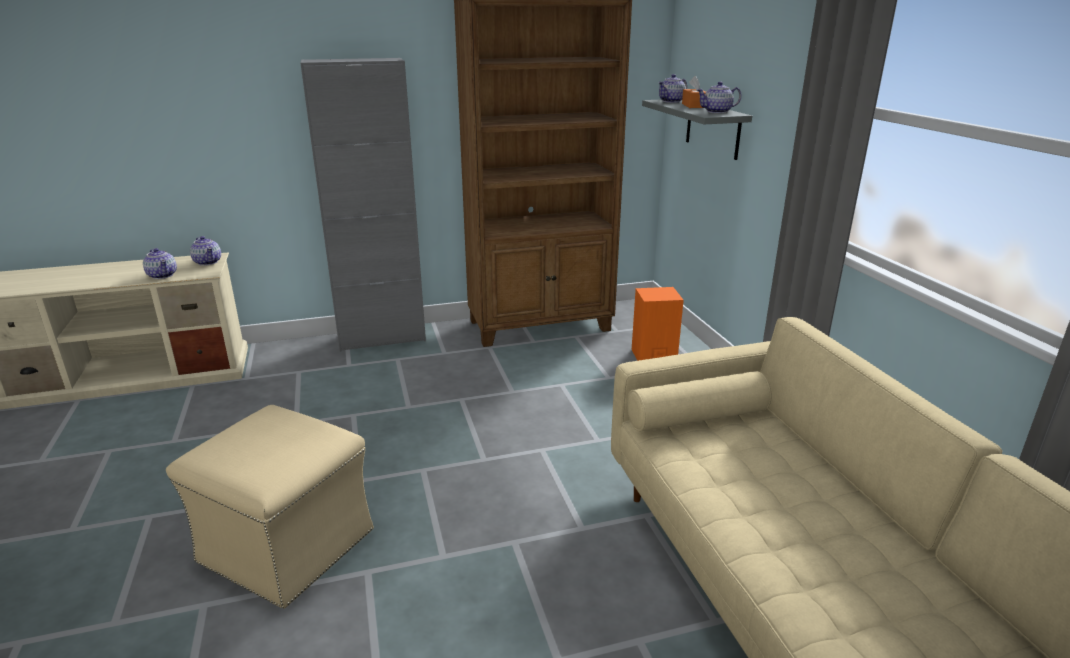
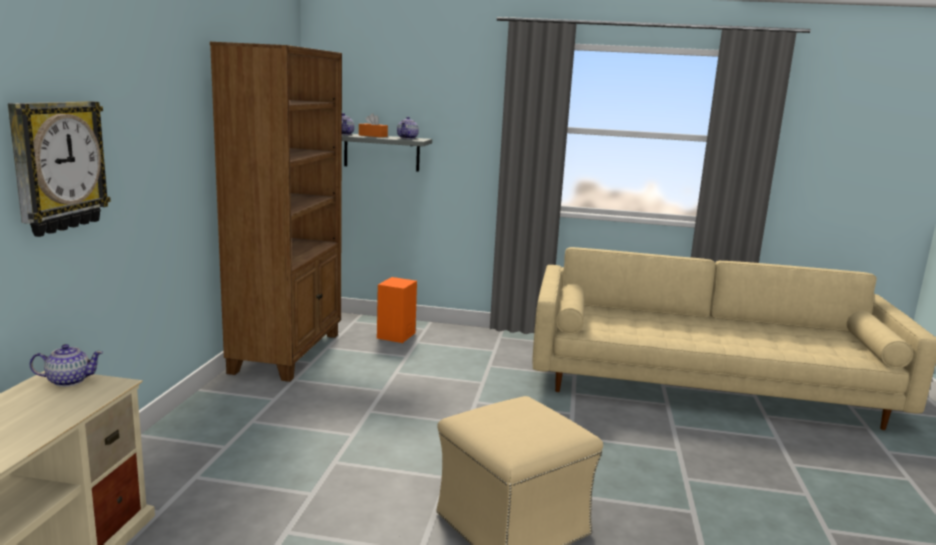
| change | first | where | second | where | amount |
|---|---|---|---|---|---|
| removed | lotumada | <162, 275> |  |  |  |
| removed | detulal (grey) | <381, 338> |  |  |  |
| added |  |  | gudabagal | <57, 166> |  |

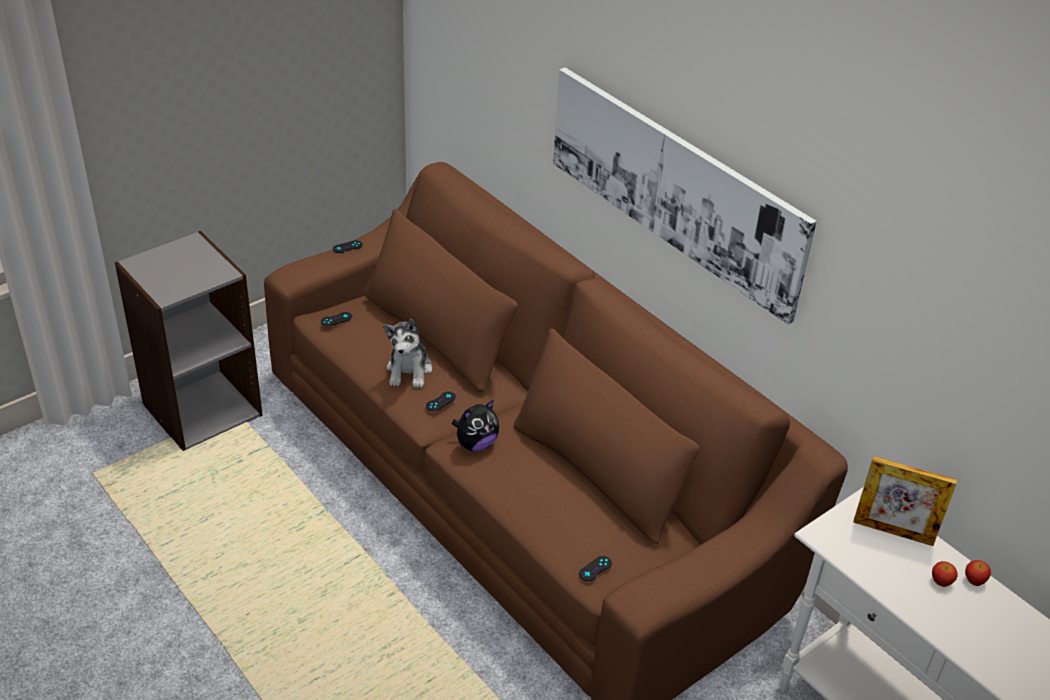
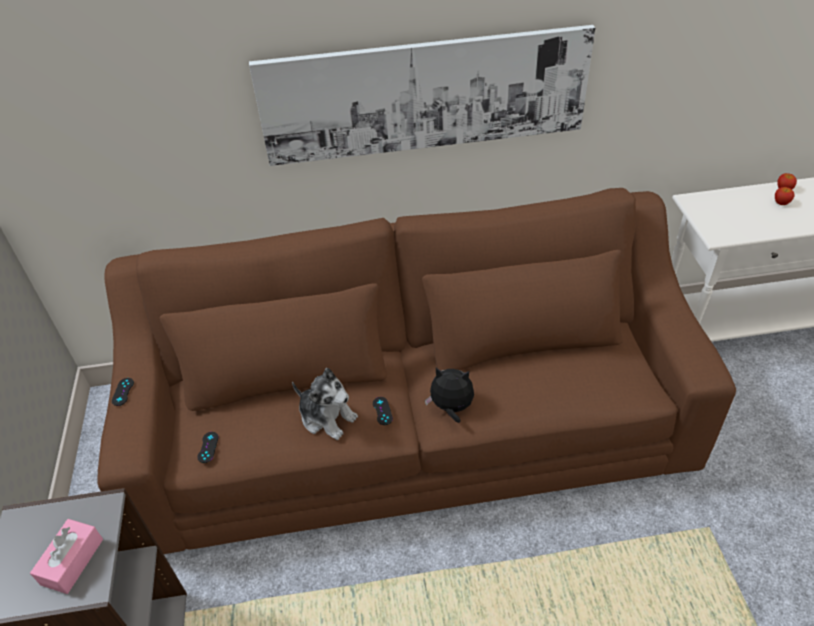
| change | first | where | second | where | amount |
|---|---|---|---|---|---|
| turned | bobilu | <476, 444> |  | <451, 408> | 75 degrees counterclockwise |
| removed | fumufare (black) | <595, 569> |  |  |  |
| removed | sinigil | <893, 532> |  |  |  |
| added |  |  | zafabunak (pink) | <72, 561> |  |

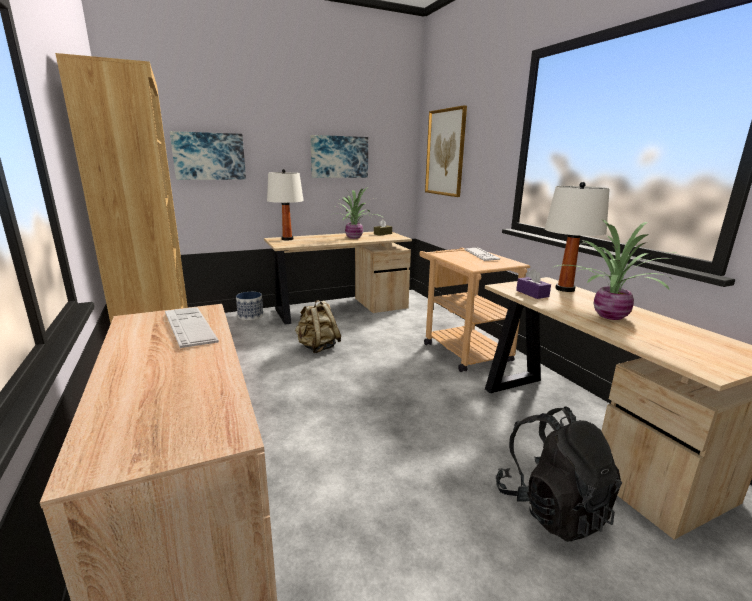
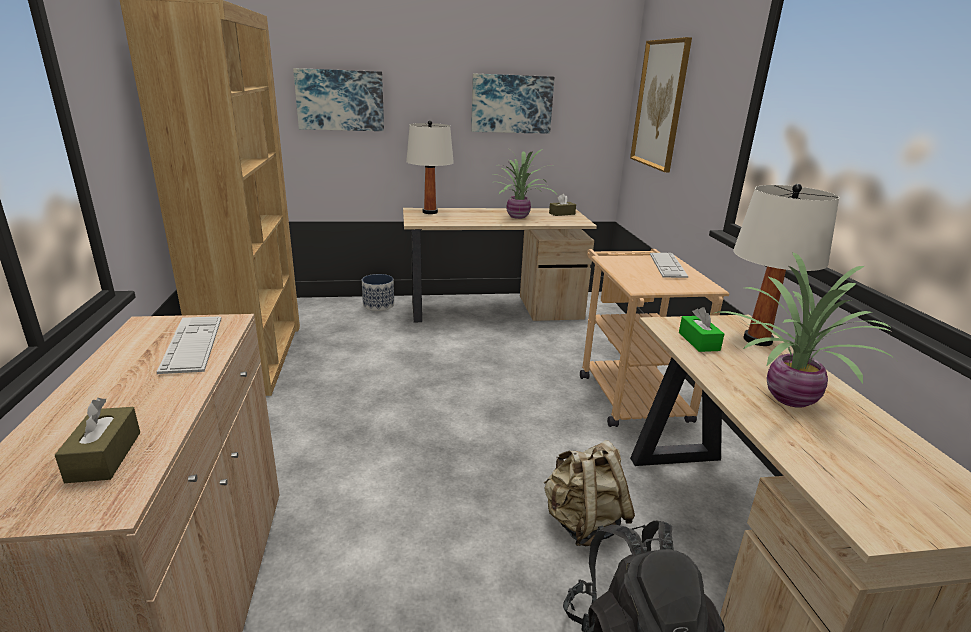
| change | first | where | second | where | amount |
|---|---|---|---|---|---|
| moved | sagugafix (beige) | <317, 347> |  | <583, 523> |  |
| recoloured | zafabunak (purple) | <532, 293> | zafabunak (green) | <698, 341> |  |
| added |  |  | zafabunak (brown) | <104, 456> |  |

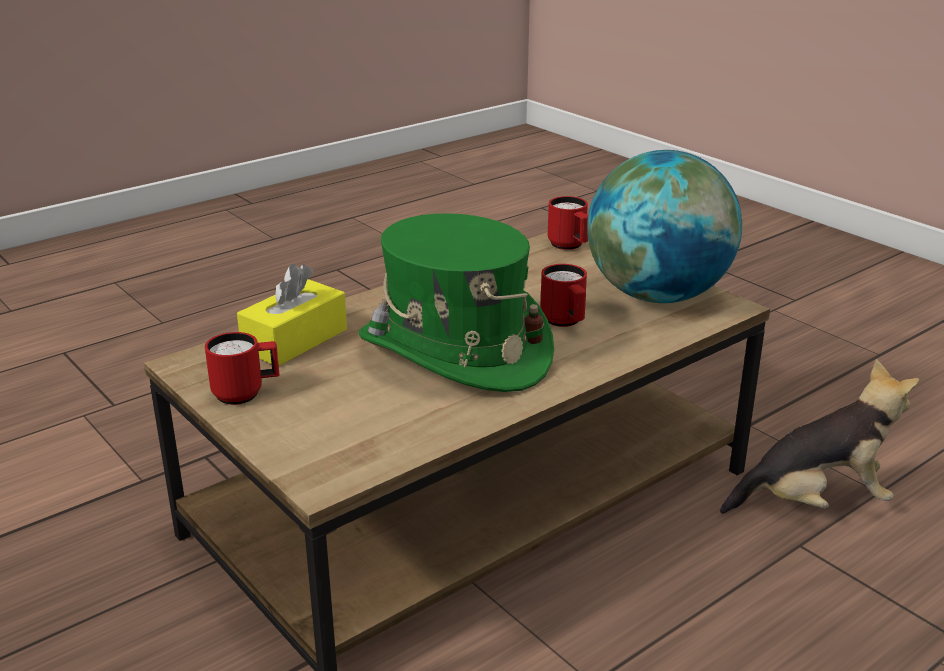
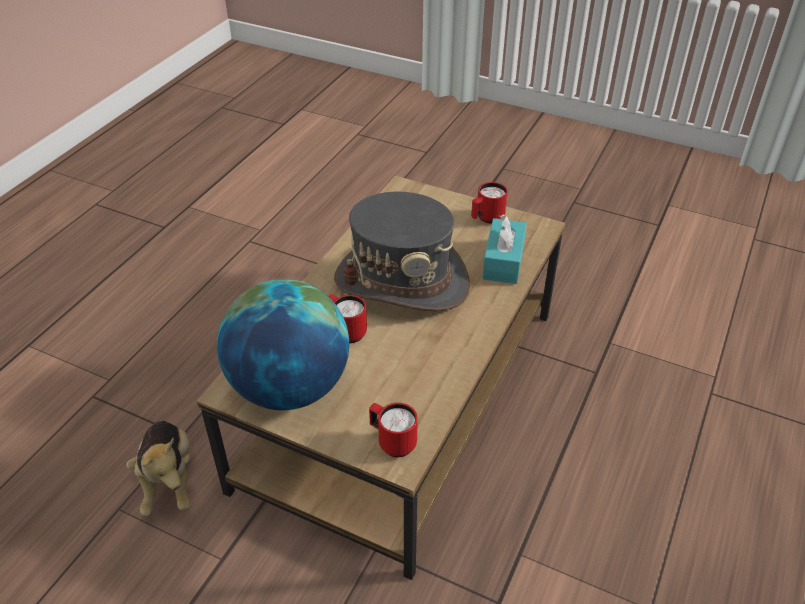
| change | first | where | second | where | amount |
|---|---|---|---|---|---|
| recoloured | zafabunak (yellow) | <295, 340> | zafabunak (turquoise) | <503, 261> |  |
| recoloured | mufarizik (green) | <454, 351> | mufarizik (grey) | <402, 281> |  |
| turned | bobilu | <815, 501> |  | <168, 480> | 75 degrees counterclockwise |

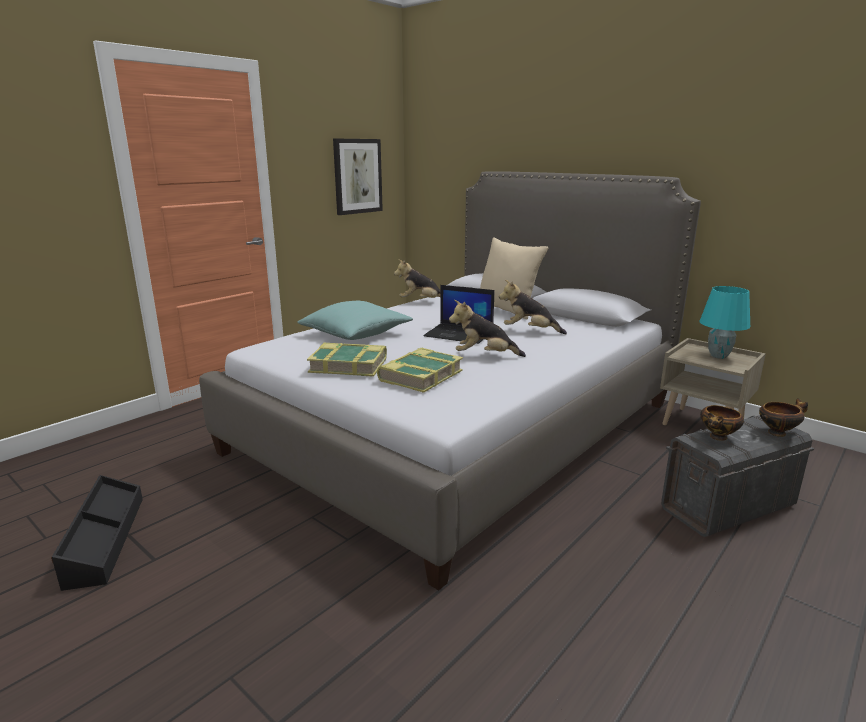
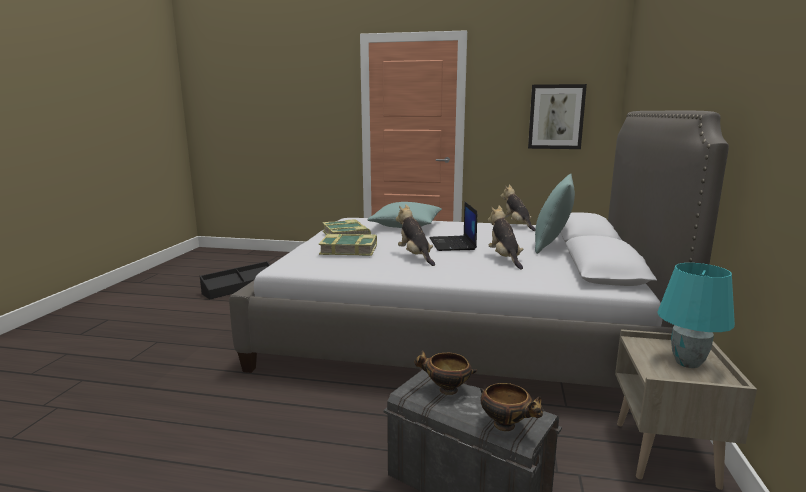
| change | first | where | second | where | amount |
|---|---|---|---|---|---|
| recoloured | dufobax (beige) | <508, 310> | dufobax (turquoise) | <552, 246> |  |

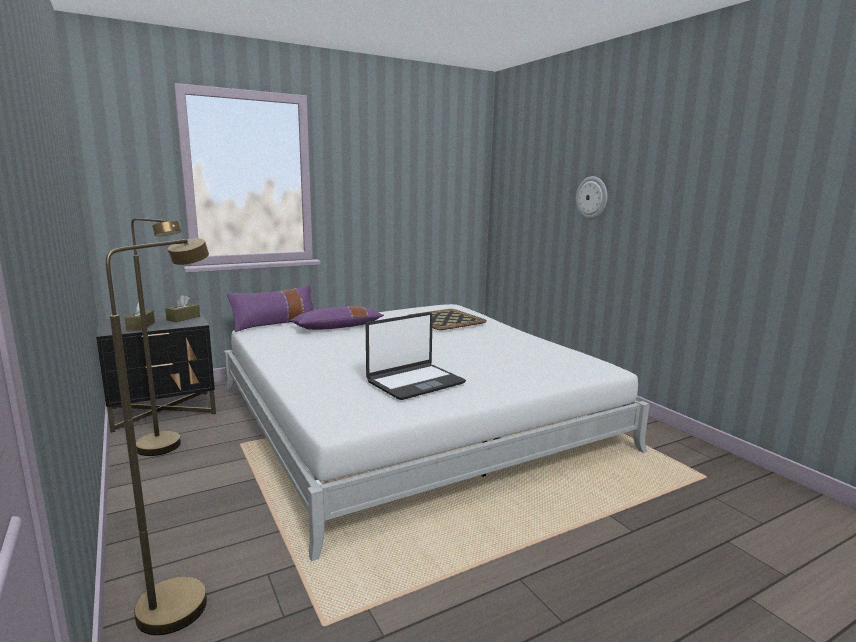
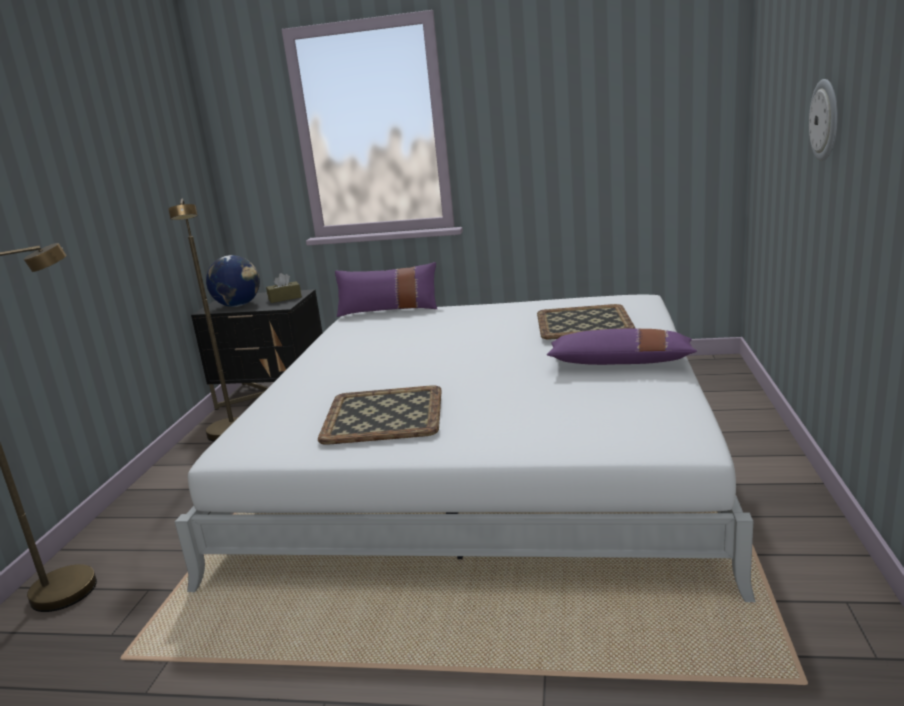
| change | first | where | second | where | amount |
|---|---|---|---|---|---|
| replaced | zafabunak (brown) | <141, 326> | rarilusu | <238, 305> |  |
| moved | dufobax (purple) | <337, 328> |  | <620, 362> |  |
| replaced | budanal | <415, 382> | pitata | <384, 414> |  |

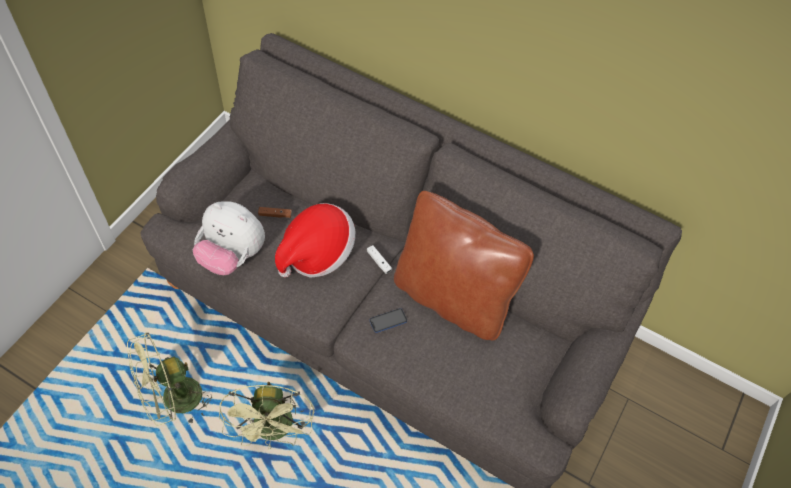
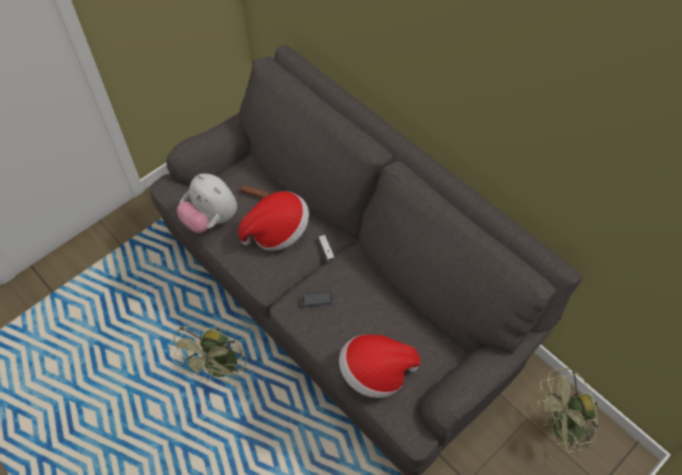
| change | first | where | second | where | amount |
|---|---|---|---|---|---|
| moved | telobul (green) | <174, 401> |  | <560, 428> |  |
| removed | dufobax (brown) | <452, 297> |  |  |  |
| added |  |  | mufarizik | <375, 373> |  |

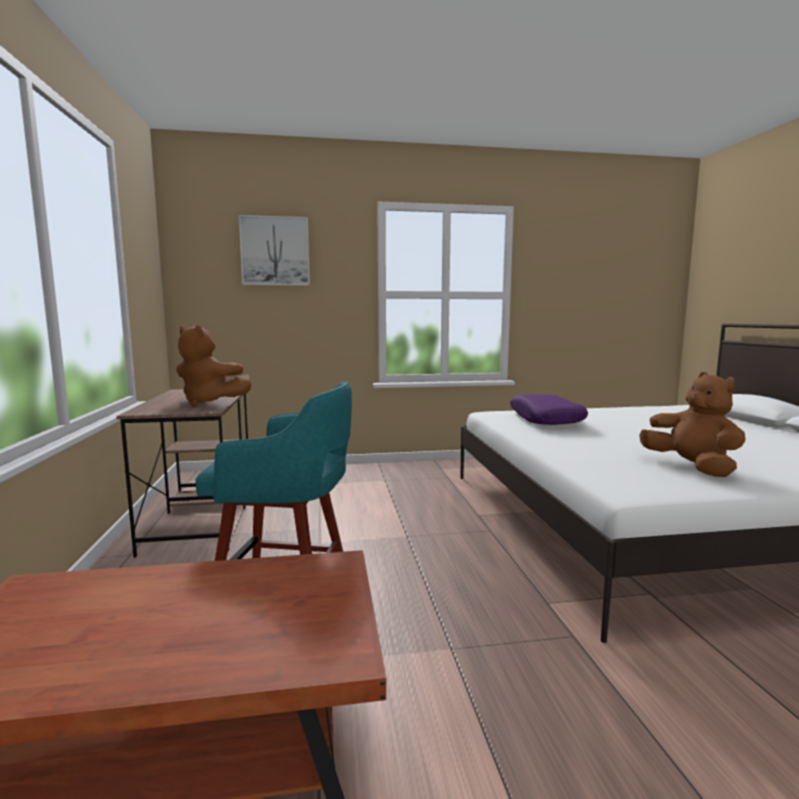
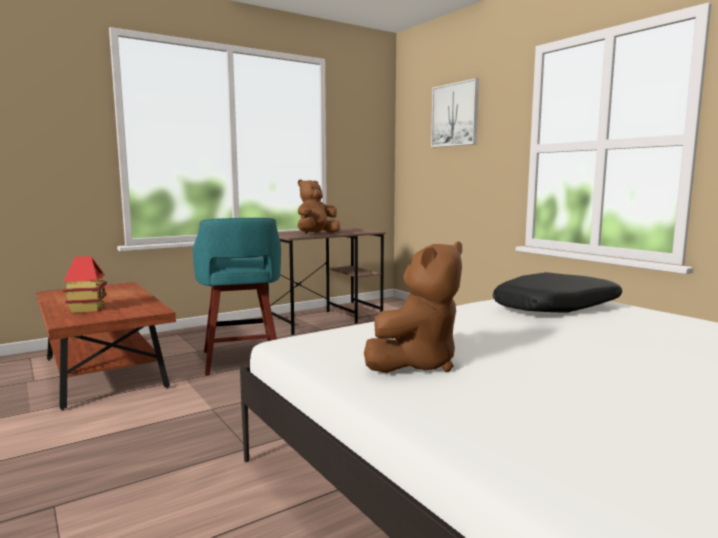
| change | first | where | second | where | amount |
|---|---|---|---|---|---|
| turned | bobilu (brown) | <209, 402> |  | <316, 234> | 45 degrees clockwise |
| recoloured | dufobax (purple) | <546, 419> | dufobax (black) | <557, 308> |  |
| added |  |  | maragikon | <87, 309> |  |

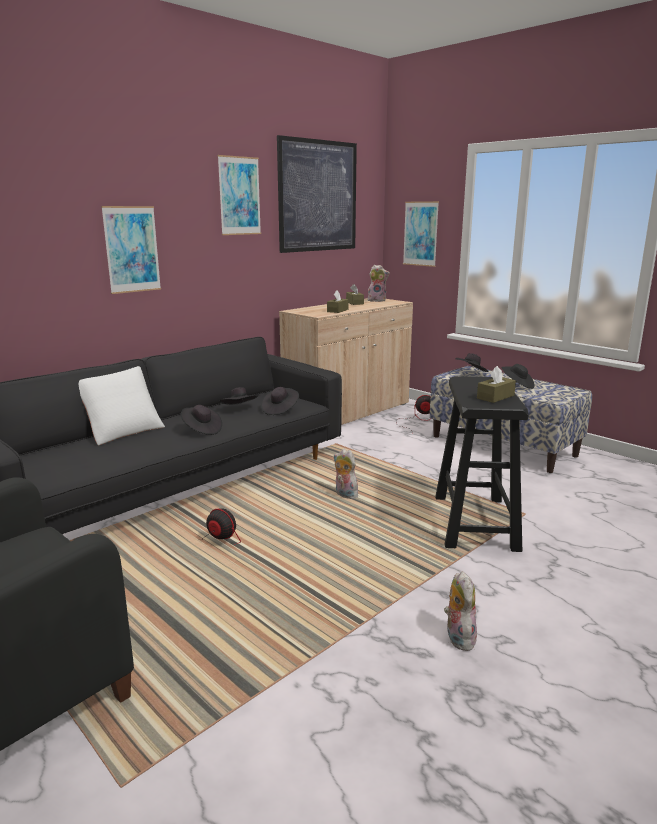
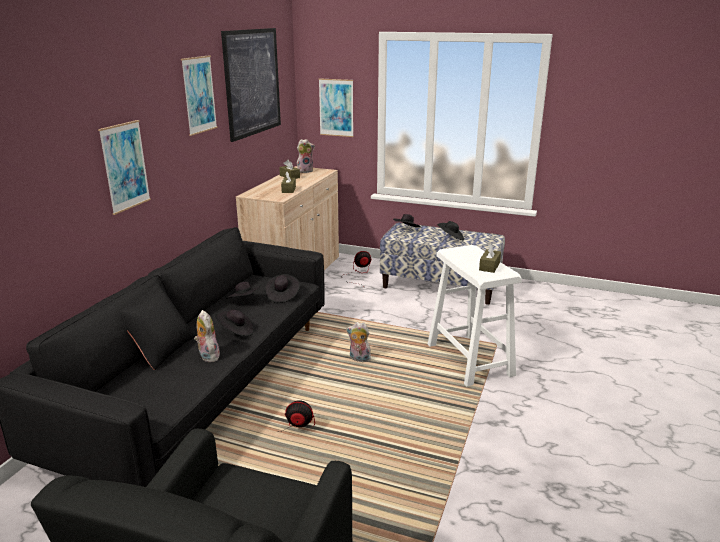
| change | first | where | second | where | amount |
|---|---|---|---|---|---|
| recoloured | dufobax (white) | <122, 431> | dufobax (black) | <160, 348> |  |
| recoloured | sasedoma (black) | <474, 523> | sasedoma (white) | <469, 360> |  |
| moved | bobilu | <457, 637> |  | <207, 356> |  |

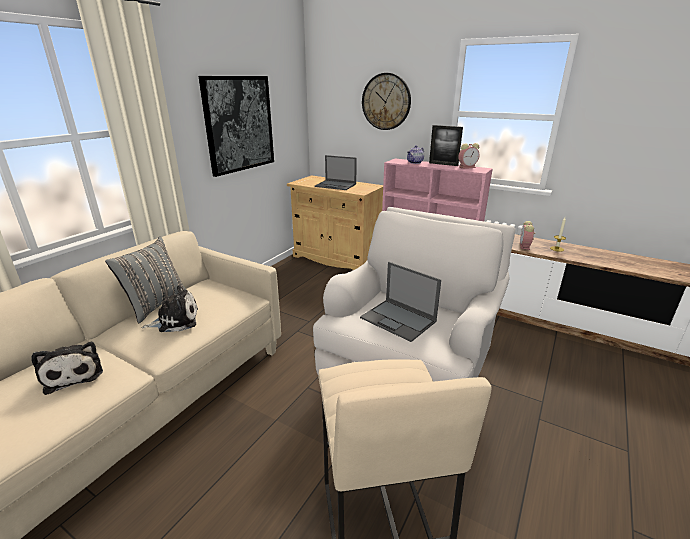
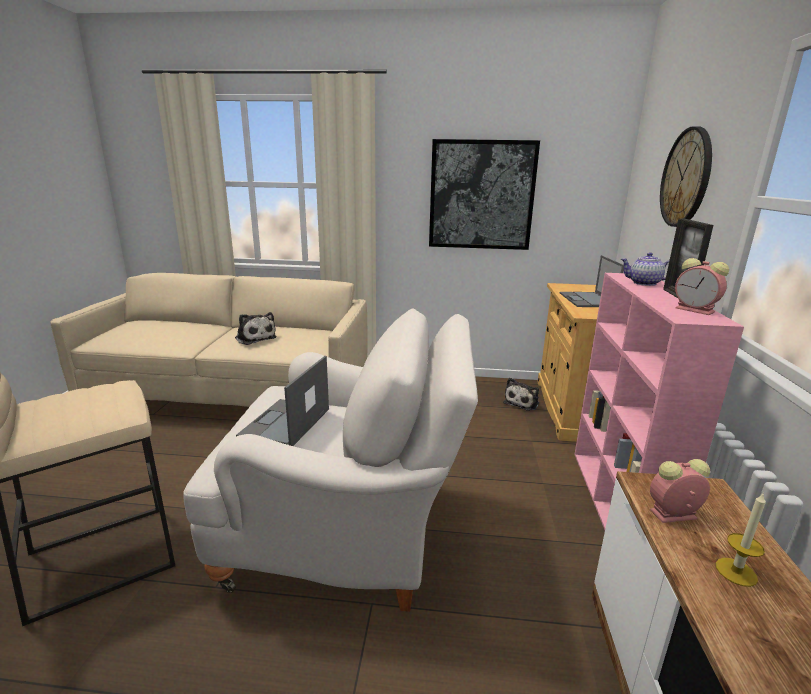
| change | first | where | second | where | amount |
|---|---|---|---|---|---|
| moved | bobilu | <74, 374> |  | <522, 402> |  |
| removed | dufobax (grey) | <155, 305> |  |  |  |

